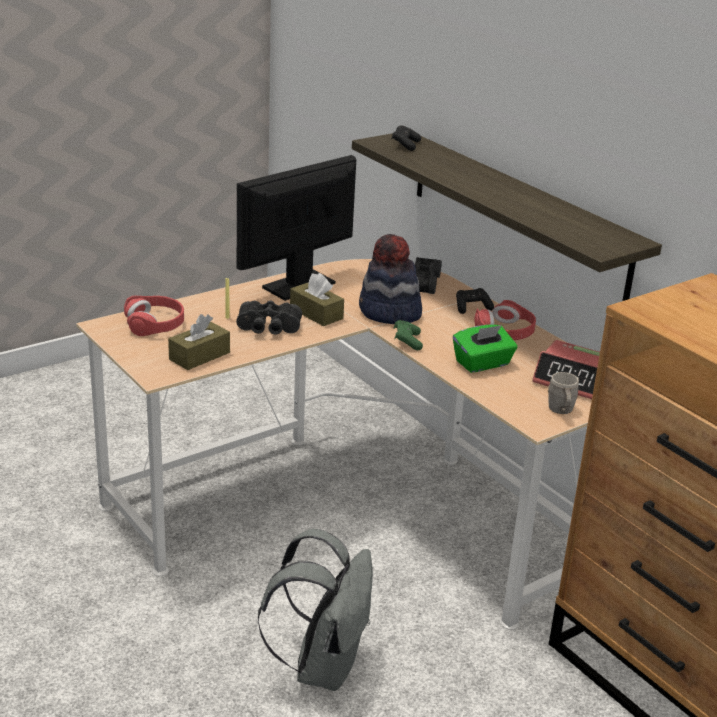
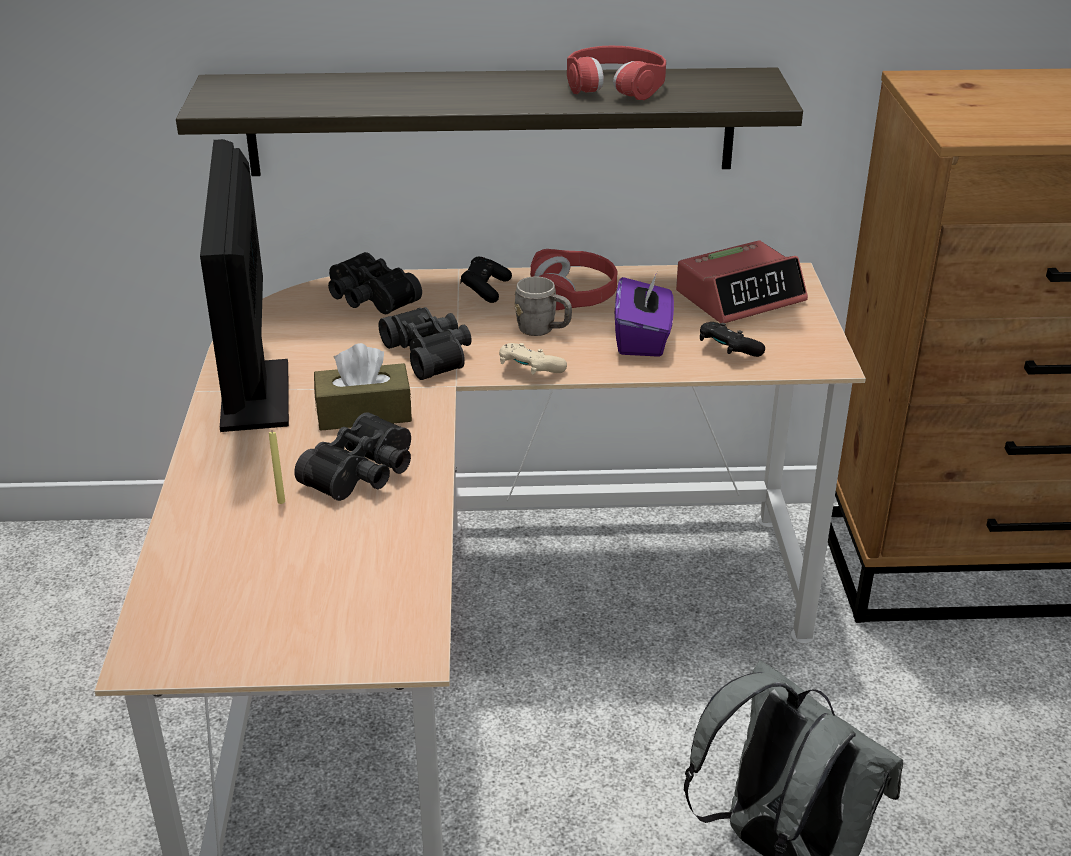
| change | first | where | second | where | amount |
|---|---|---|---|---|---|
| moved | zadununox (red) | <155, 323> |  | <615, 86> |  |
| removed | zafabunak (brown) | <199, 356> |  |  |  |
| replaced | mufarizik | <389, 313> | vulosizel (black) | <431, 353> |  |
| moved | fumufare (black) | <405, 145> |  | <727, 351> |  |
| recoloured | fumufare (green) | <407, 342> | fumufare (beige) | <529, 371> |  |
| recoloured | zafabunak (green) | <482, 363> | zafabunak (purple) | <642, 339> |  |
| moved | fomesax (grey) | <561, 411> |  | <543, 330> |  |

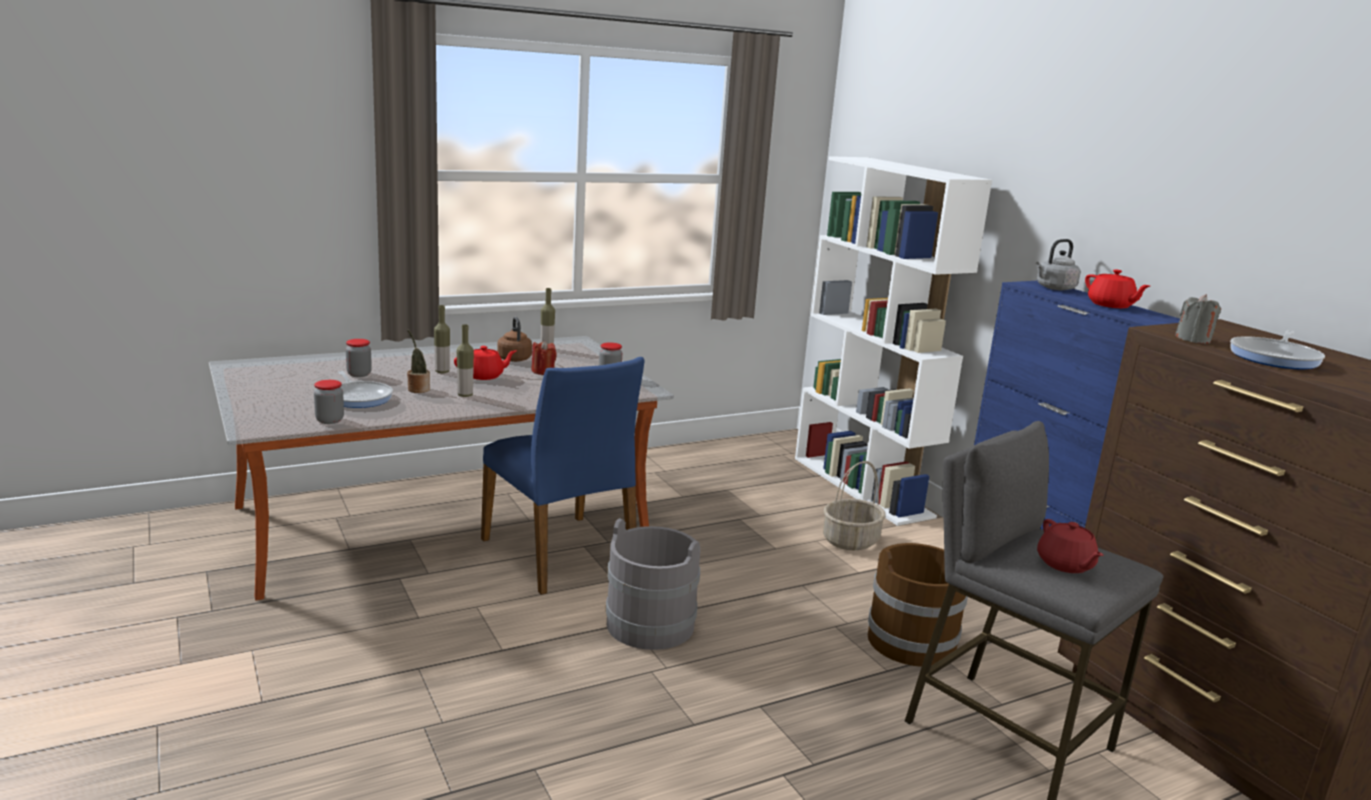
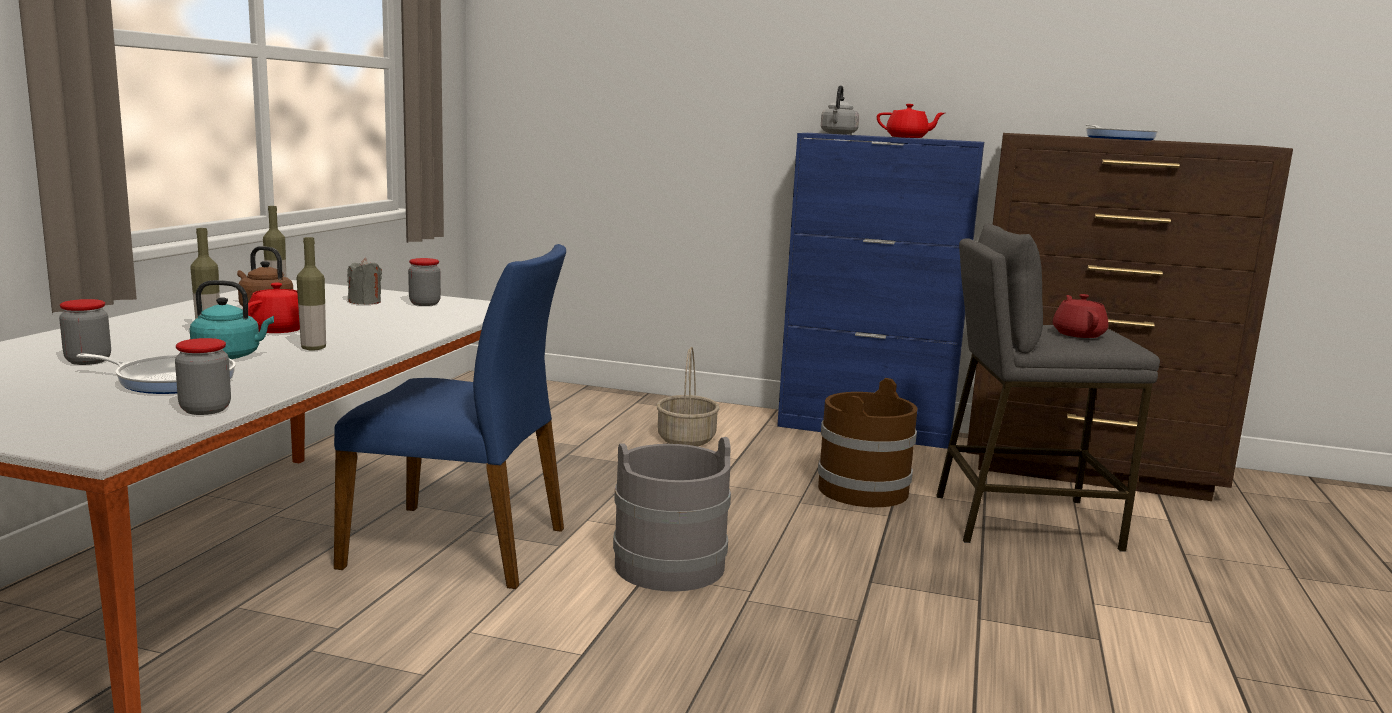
| change | first | where | second | where | amount |
|---|---|---|---|---|---|
| replaced | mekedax | <417, 389> | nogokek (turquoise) | <230, 356> |  |
| removed | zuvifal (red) | <543, 371> |  |  |  |
| removed | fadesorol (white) | <862, 487> |  |  |  |
| turned | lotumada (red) | <1065, 565> |  | <1078, 334> | 120 degrees counterclockwise |
| moved | zuvifal (grey) | <1193, 339> |  | <365, 302> |  |

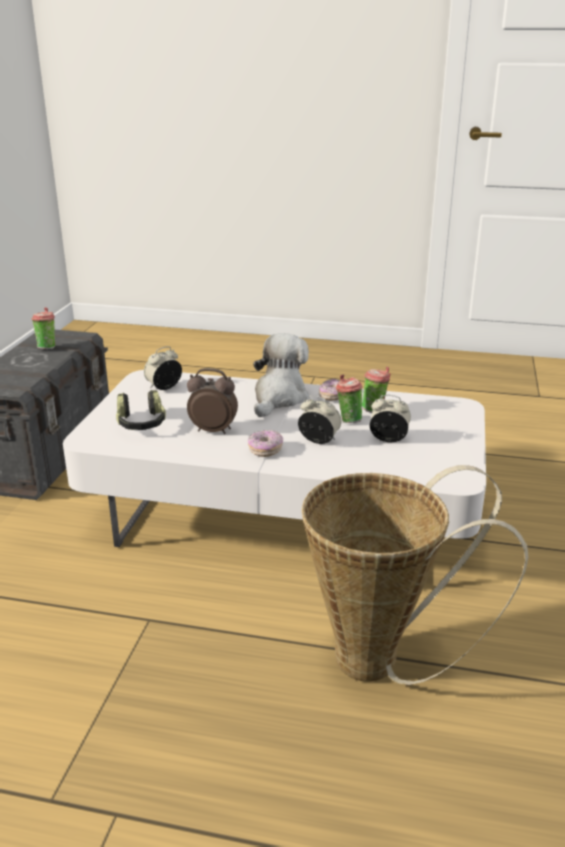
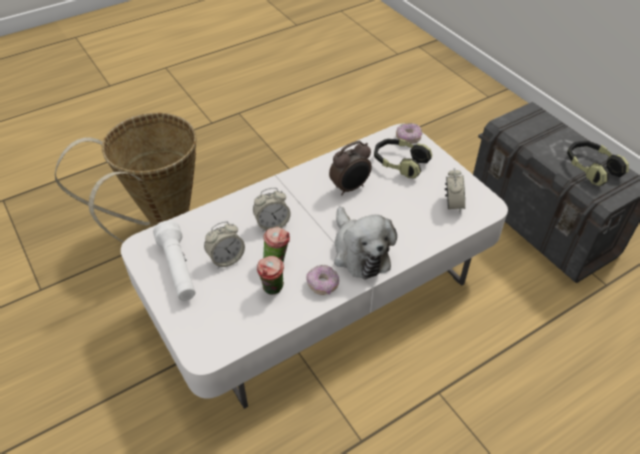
| change | first | where | second | where | amount |
|---|---|---|---|---|---|
| replaced | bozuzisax | <47, 347> | zadununox | <591, 169> |  |
| moved | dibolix | <265, 450> |  | <408, 138> |  |
| added |  |  | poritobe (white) | <178, 269> |  |

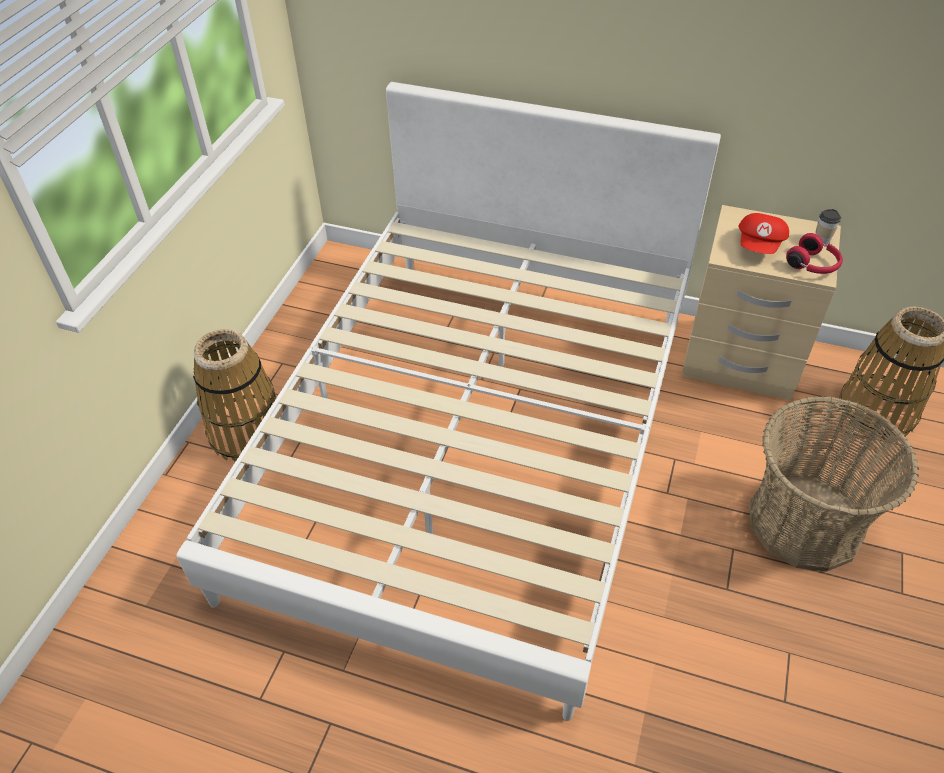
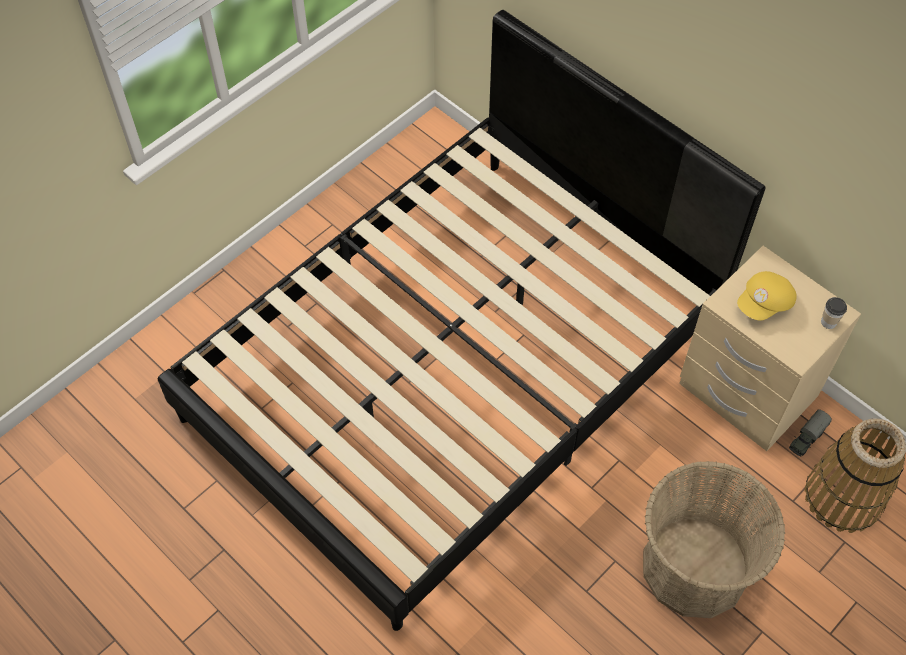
| change | first | where | second | where | amount |
|---|---|---|---|---|---|
| recoloured | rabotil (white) | <474, 442> | rabotil (black) | <454, 370> |  |
| removed | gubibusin | <247, 432> |  |  |  |
| recoloured | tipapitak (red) | <760, 245> | tipapitak (yellow) | <764, 304> |  |
| removed | zadununox (red) | <813, 265> |  |  |  |
| added |  |  | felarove | <806, 438> |  |

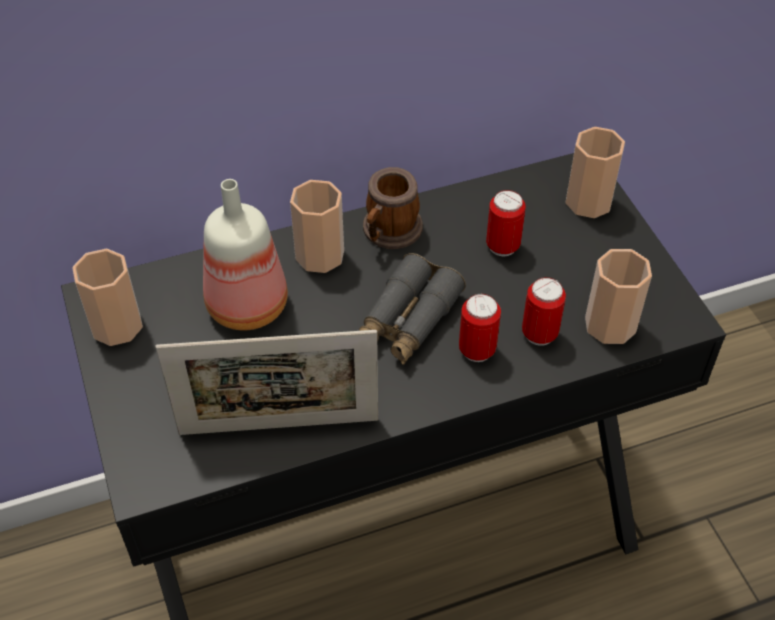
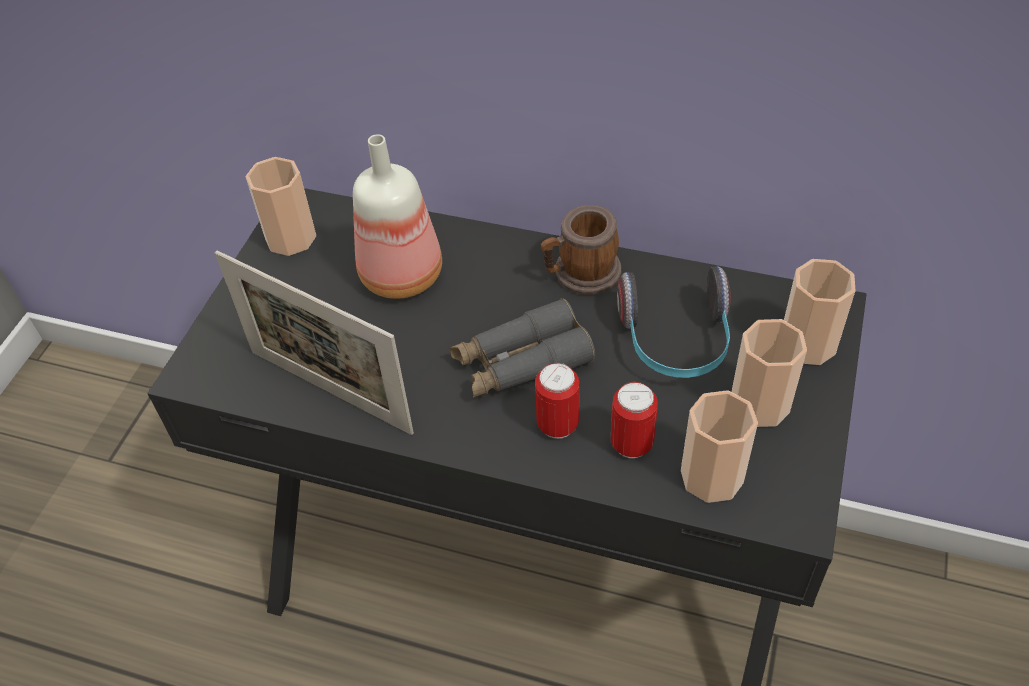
| change | first | where | second | where | amount |
|---|---|---|---|---|---|
| moved | bozuzisax | <320, 255> |  | <759, 404> |  |
| replaced | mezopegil | <502, 246> | zadununox | <676, 342> |  |

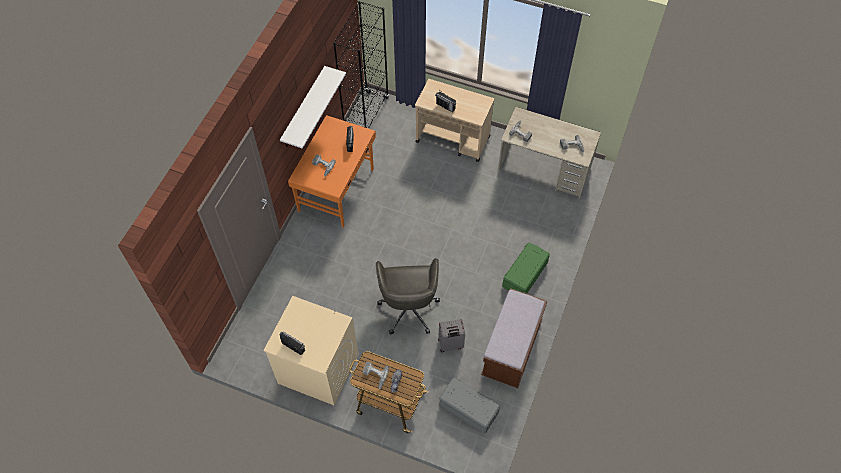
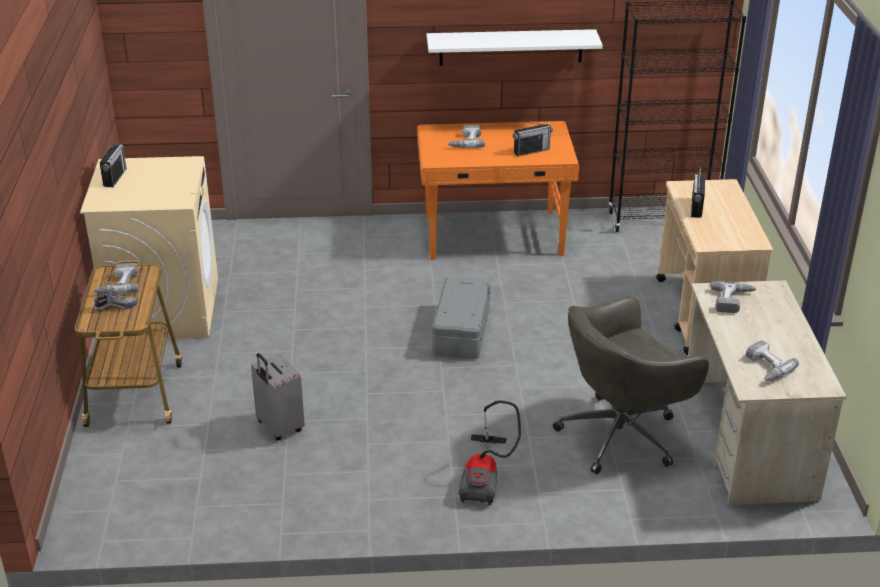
| change | first | where | second | where | amount |
|---|---|---|---|---|---|
| moved | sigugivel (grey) | <409, 308> |  | <622, 434> |  |
| moved | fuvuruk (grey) | <468, 409> |  | <460, 331> |  |
| removed | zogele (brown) | <511, 348> |  |  |  |
| replaced | fuvuruk (green) | <525, 275> | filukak | <485, 478> |  |

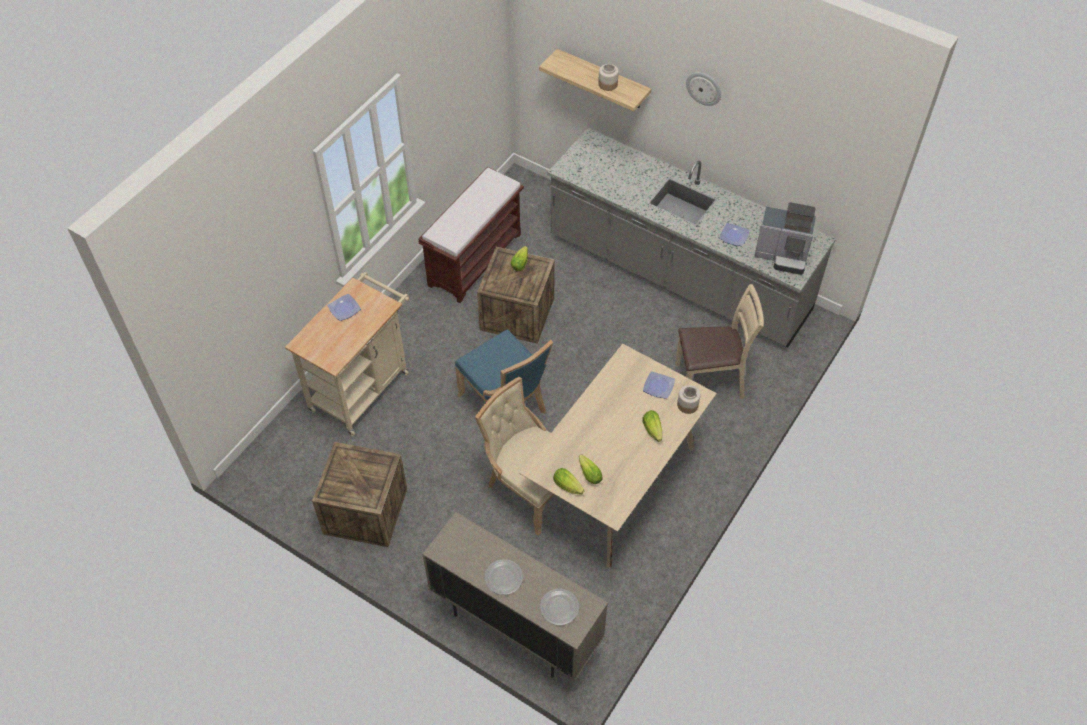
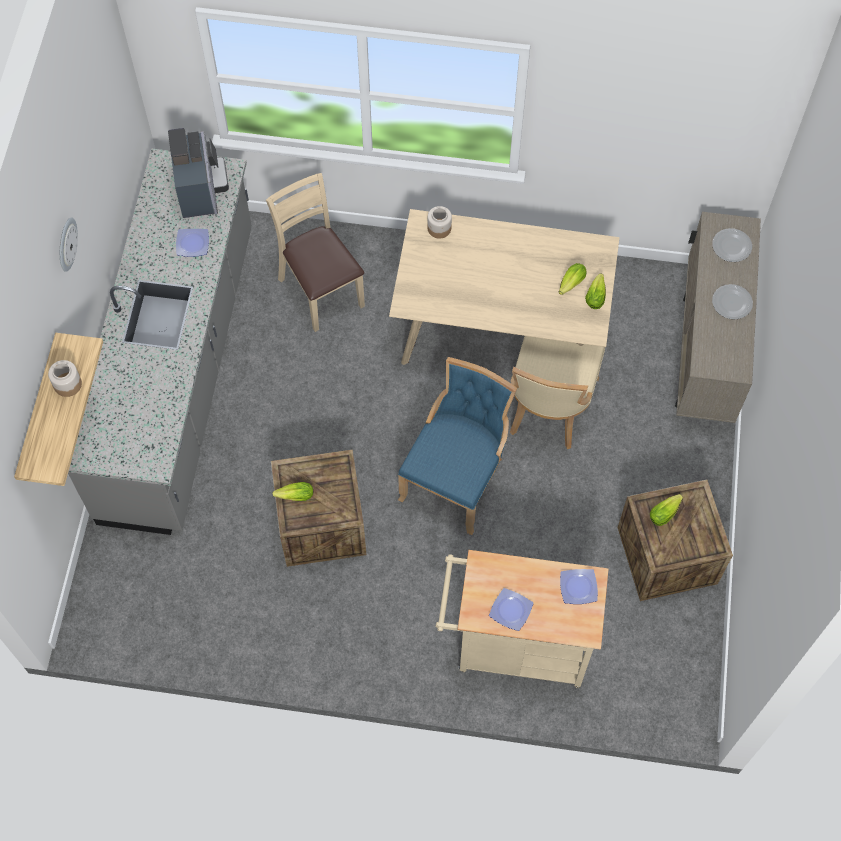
| change | first | where | second | where | amount |
|---|---|---|---|---|---|
| removed | zogele (brown) | <475, 259> |  |  |  |
| moved | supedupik | <659, 387> |  | <579, 586> |  |
| moved | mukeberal | <653, 431> |  | <666, 512> |  |

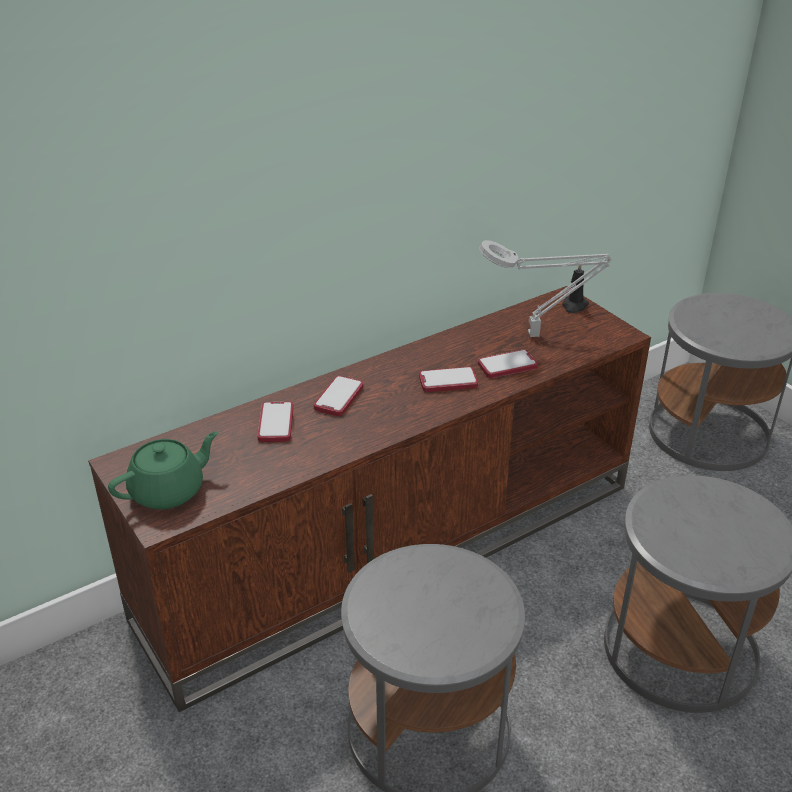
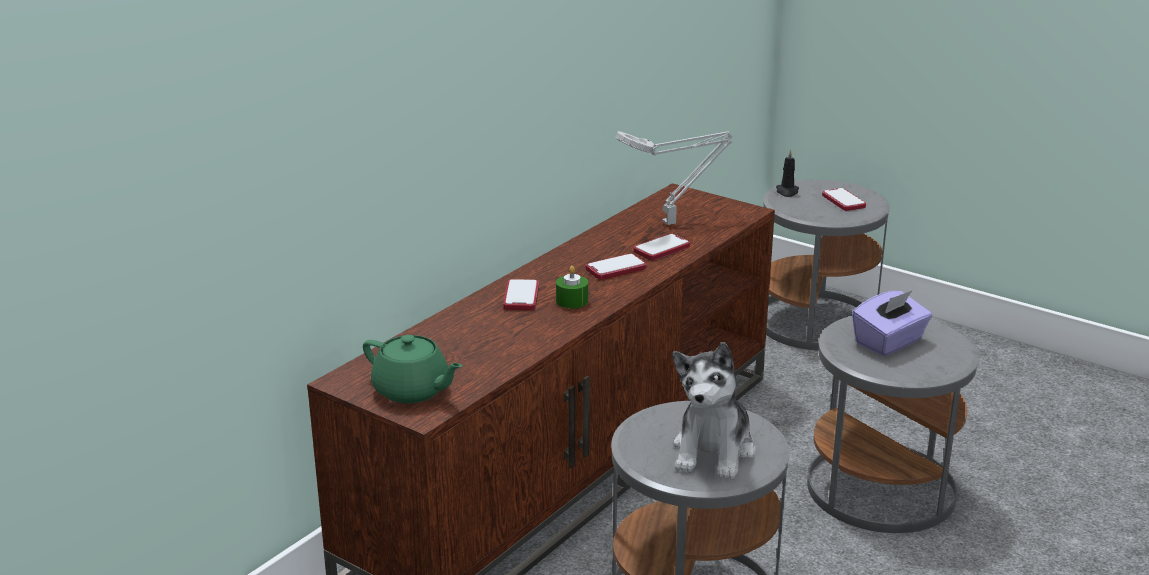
| change | first | where | second | where | amount |
|---|---|---|---|---|---|
| turned | lotumada (green) | <169, 491> |  | <412, 391> | 90 degrees clockwise |
| moved | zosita | <276, 423> |  | <843, 201> |  |
| moved | zuvifal (black) | <574, 306> |  | <787, 192> |  |
| added |  |  | zuvifal (green) | <572, 301> |  |
| added |  |  | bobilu | <713, 451> |  |
| added |  |  | zafabunak (purple) | <889, 342> |  |

